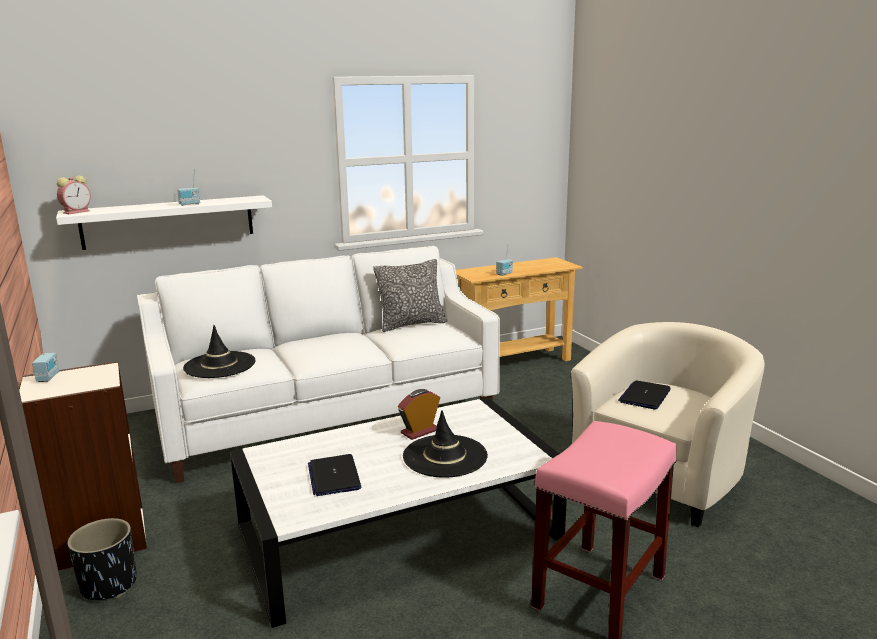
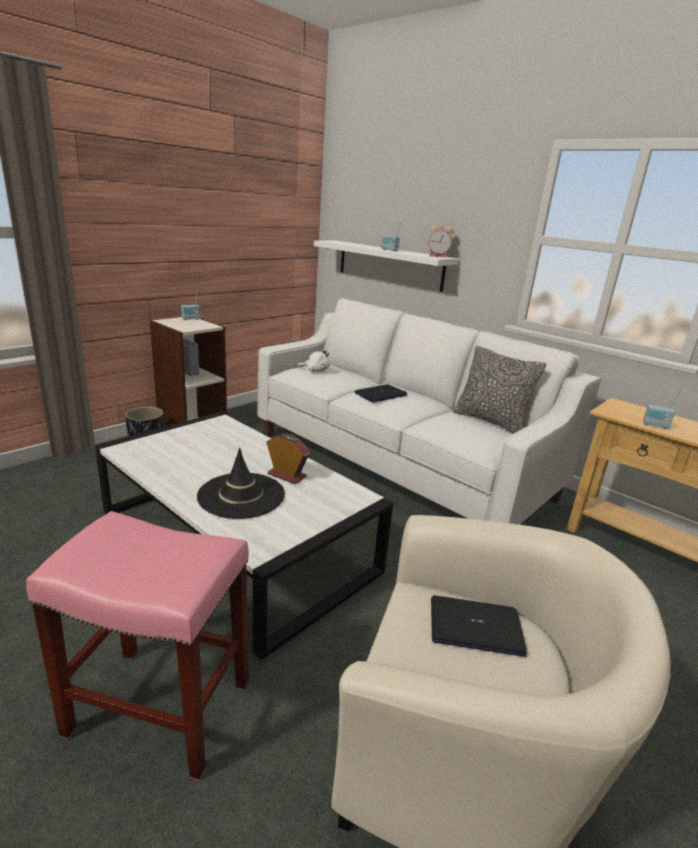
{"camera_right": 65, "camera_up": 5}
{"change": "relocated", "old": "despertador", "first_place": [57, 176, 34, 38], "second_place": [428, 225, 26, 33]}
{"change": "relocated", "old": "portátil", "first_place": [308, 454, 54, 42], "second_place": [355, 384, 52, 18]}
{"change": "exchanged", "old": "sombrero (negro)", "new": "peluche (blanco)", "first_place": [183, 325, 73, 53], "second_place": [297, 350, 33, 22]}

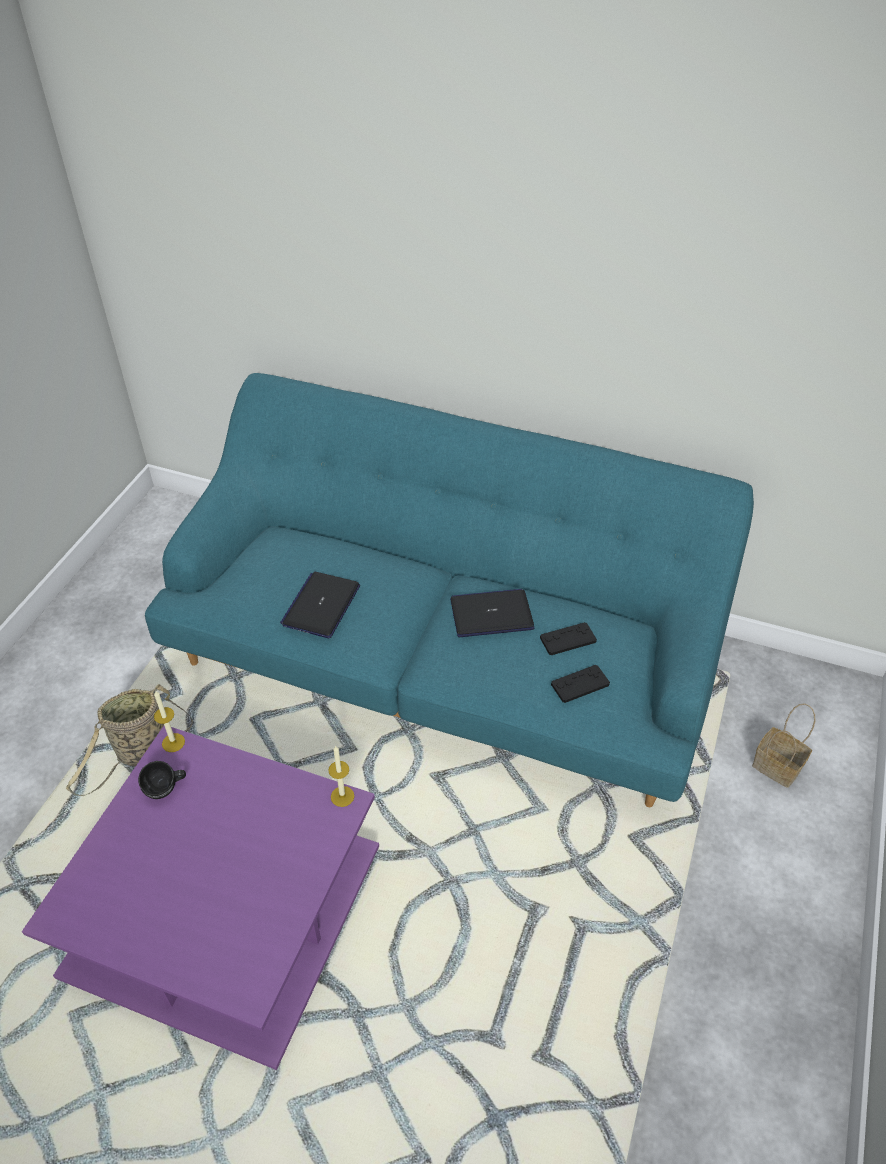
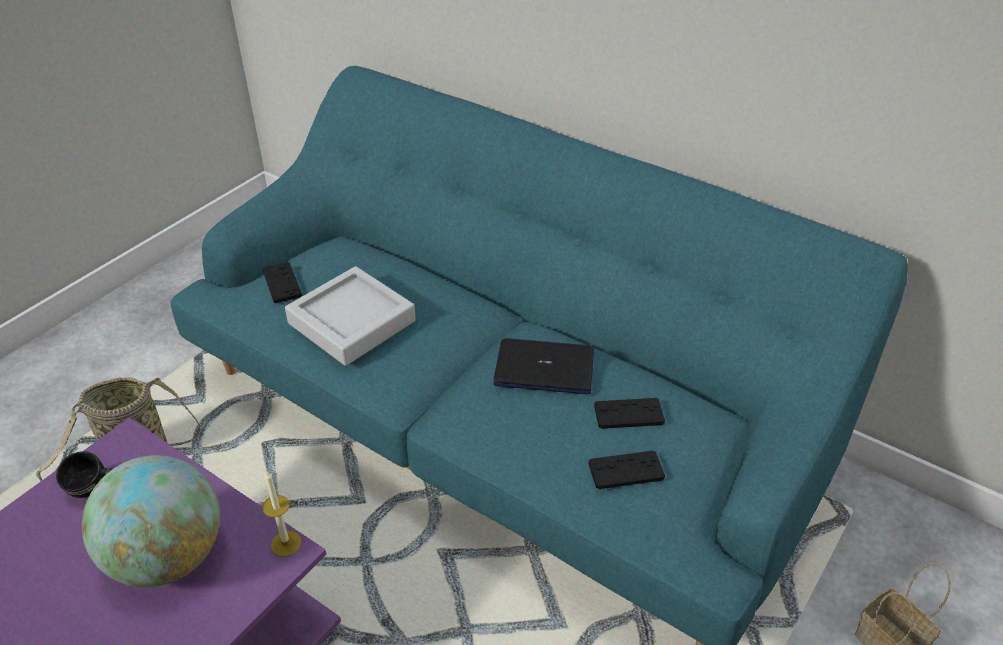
{"camera_right": 15, "camera_up": -5}
{"change": "missing", "old": "vela", "first_place": [154, 690, 31, 62]}
{"change": "appeared", "new": "globo terráqueo", "second_place": [82, 455, 138, 132]}
{"change": "appeared", "new": "mando de consola (negro)", "second_place": [263, 262, 39, 41]}
{"change": "exchanged", "old": "portátil", "new": "bandeja (gris)", "first_place": [280, 572, 80, 66], "second_place": [285, 266, 131, 100]}

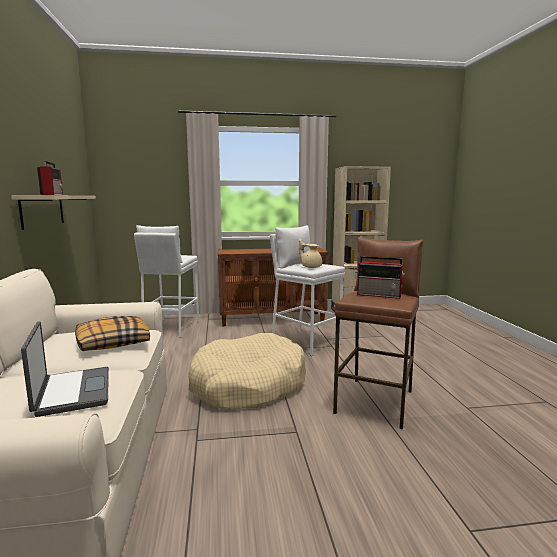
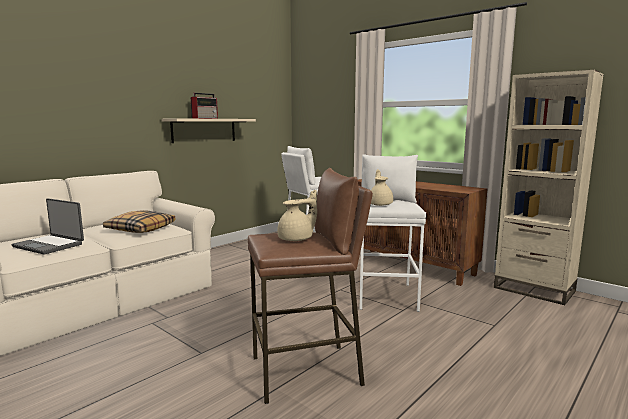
{"camera_right": 50, "camera_up": 0}
{"change": "missing", "old": "cama para perro (beis)", "first_place": [189, 333, 117, 77]}
{"change": "exchanged", "old": "radio", "new": "tetera (beis)", "first_place": [357, 256, 48, 43], "second_place": [277, 190, 40, 51]}
{"change": "spun", "old": "portátil", "first_place": [21, 321, 88, 96], "second_place": [11, 198, 73, 56], "degrees": 90}

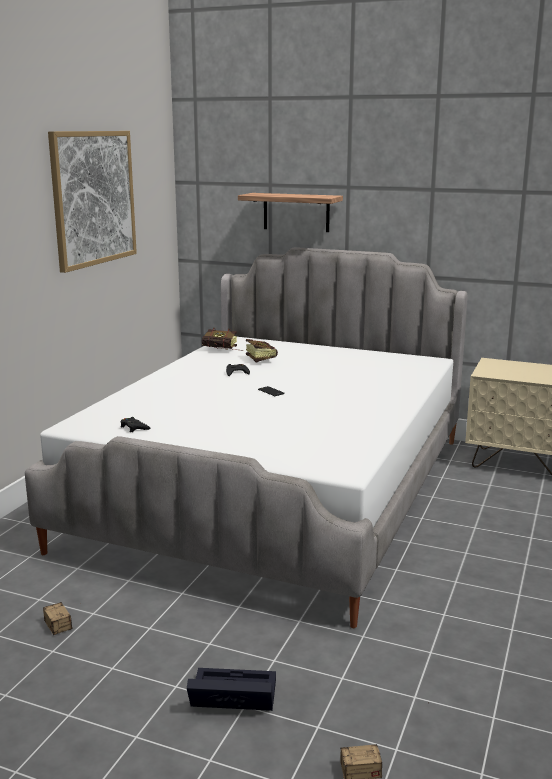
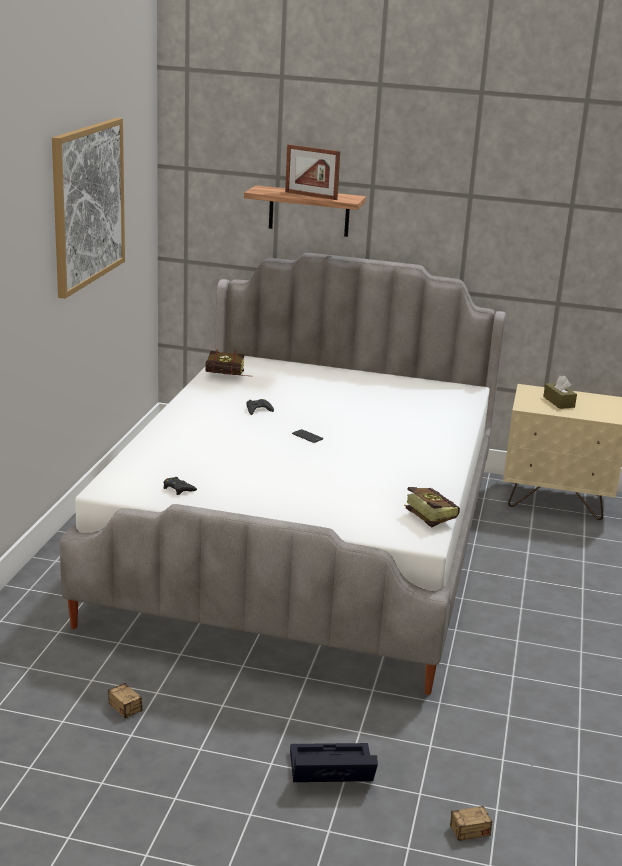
{"camera_right": -10, "camera_up": 5}
{"change": "appeared", "new": "portarretratos", "second_place": [285, 144, 55, 56]}
{"change": "appeared", "new": "caja de pañuelos (marrón)", "second_place": [543, 376, 34, 33]}
{"change": "relocated", "old": "libro", "first_place": [246, 339, 32, 24], "second_place": [405, 487, 55, 41]}

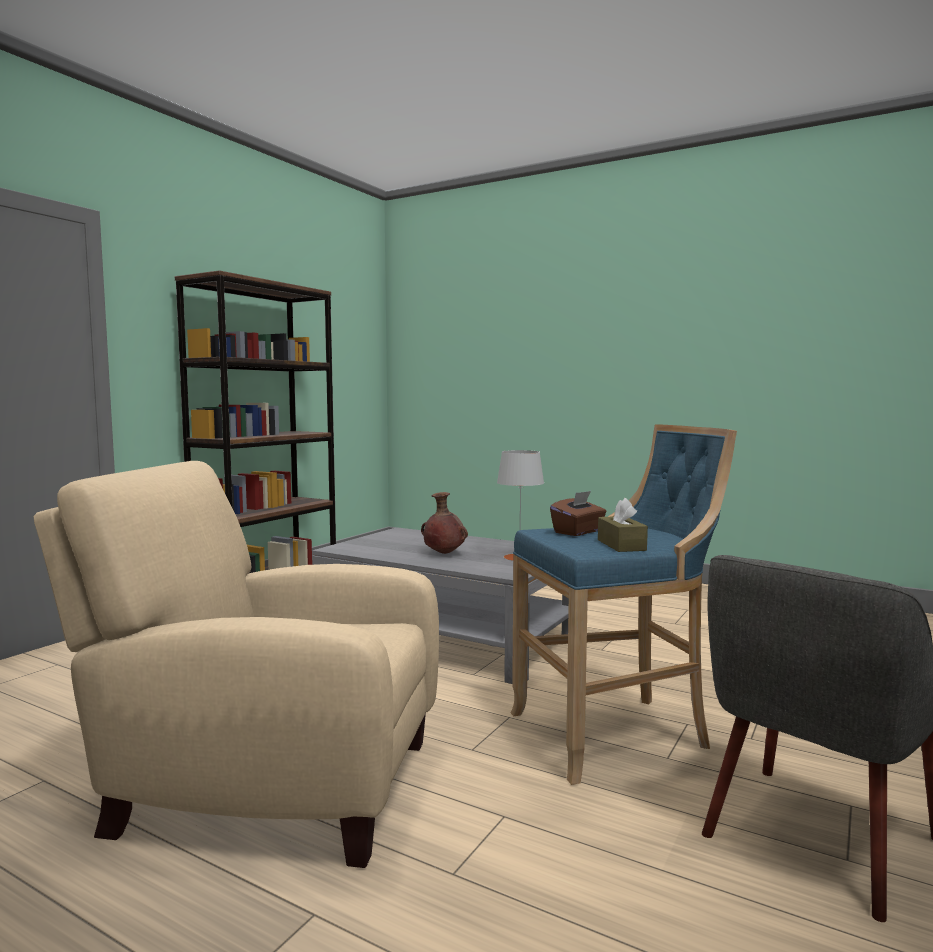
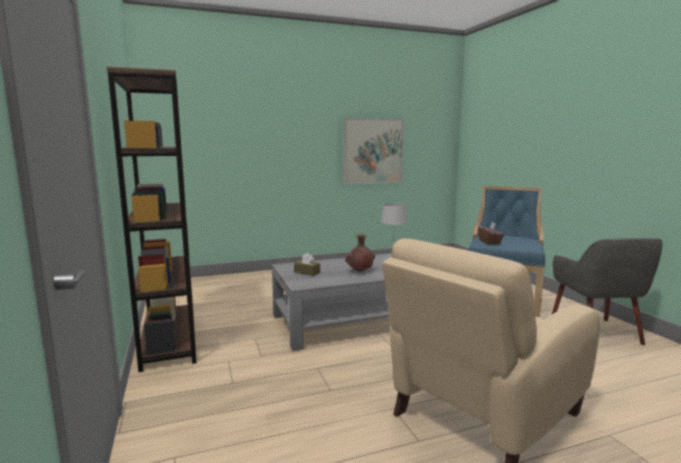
{"camera_right": -50, "camera_up": 5}
{"change": "appeared", "new": "cuadro", "second_place": [343, 118, 61, 66]}
{"change": "relocated", "old": "caja de pañuelos (marrón)", "first_place": [598, 498, 50, 54], "second_place": [294, 253, 26, 23]}

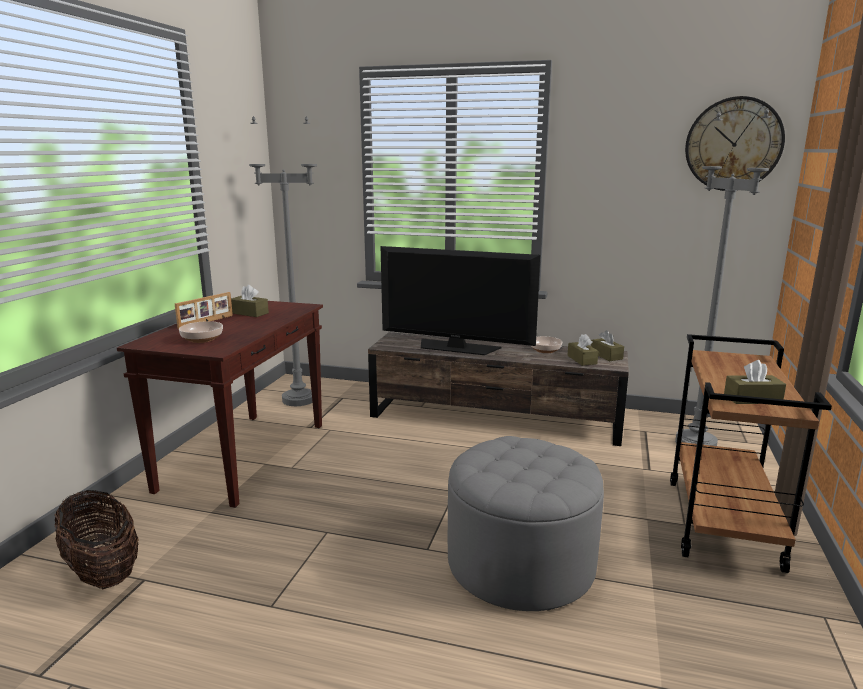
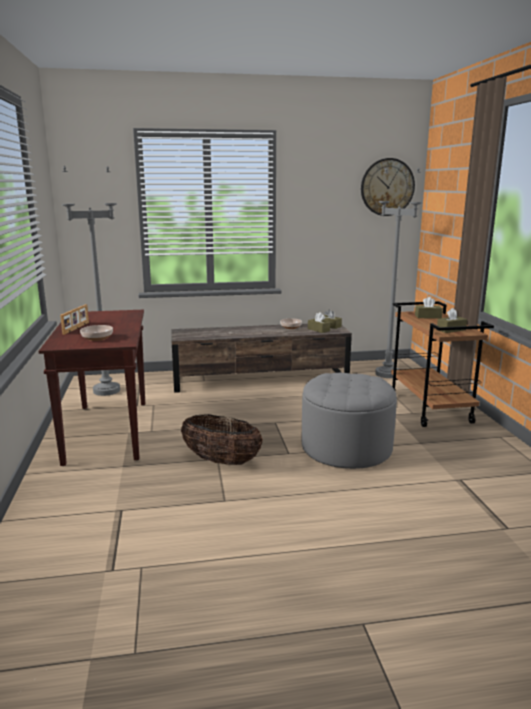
{"camera_right": -25, "camera_up": 0}
{"change": "missing", "old": "televisor", "first_place": [381, 246, 160, 109]}
{"change": "relocated", "old": "cesta", "first_place": [54, 490, 85, 99], "second_place": [181, 414, 82, 51]}
{"change": "relocated", "old": "caja de pañuelos (marrón)", "first_place": [231, 285, 38, 32], "second_place": [415, 297, 28, 21]}

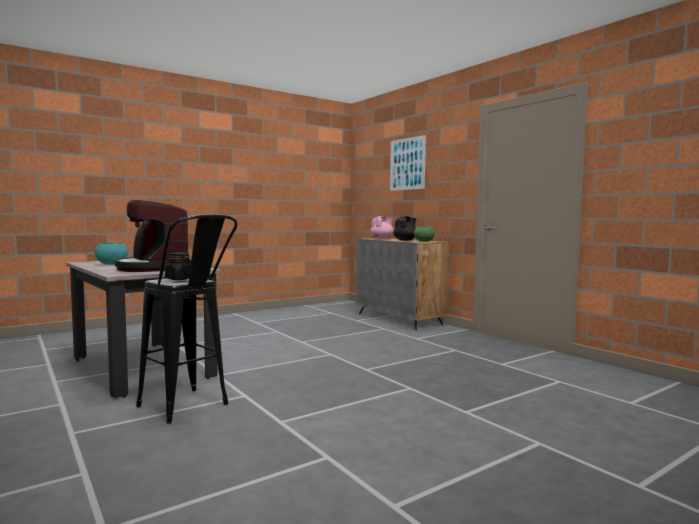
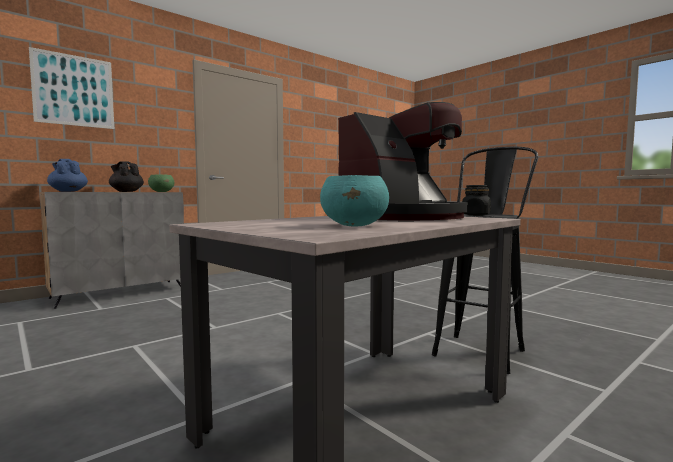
{"camera_right": -95, "camera_up": 0}
{"change": "colour", "old": "tetera (rosa)", "new": "tetera (azul)", "first_place": [370, 216, 24, 23], "second_place": [47, 159, 41, 33]}

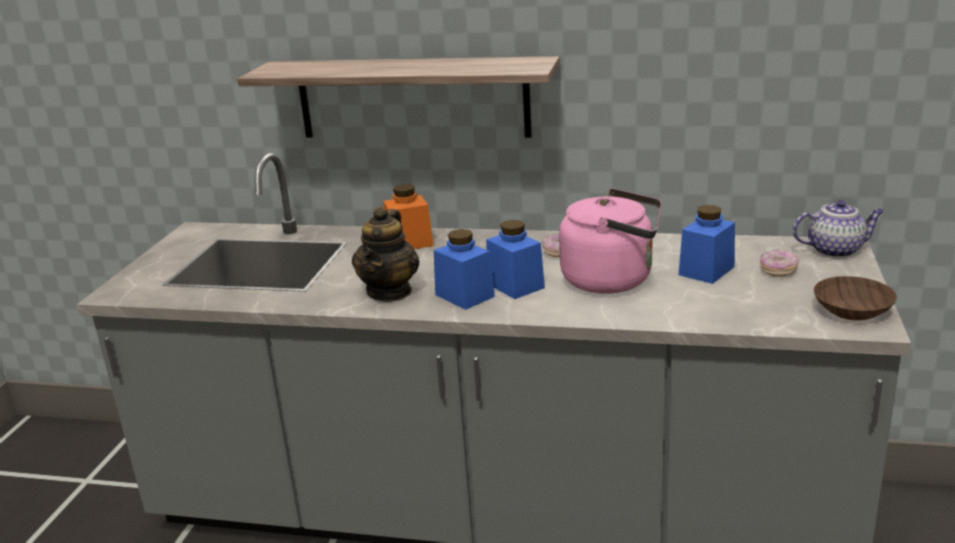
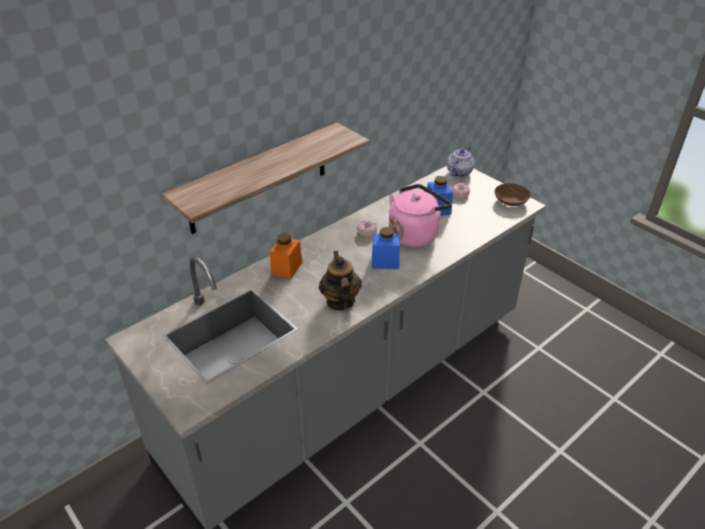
{"camera_right": -55, "camera_up": 15}
{"change": "missing", "old": "tarro (azul)", "first_place": [434, 229, 61, 81]}
{"change": "spun", "old": "tetera", "first_place": [352, 206, 68, 96], "second_place": [319, 251, 43, 60], "degrees": -150}

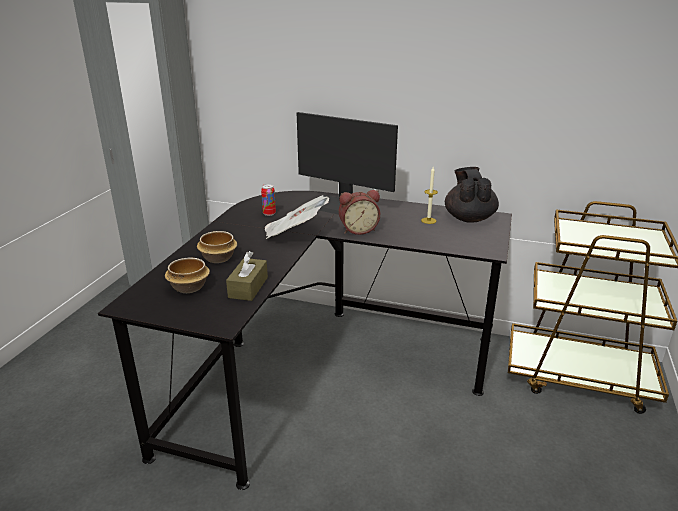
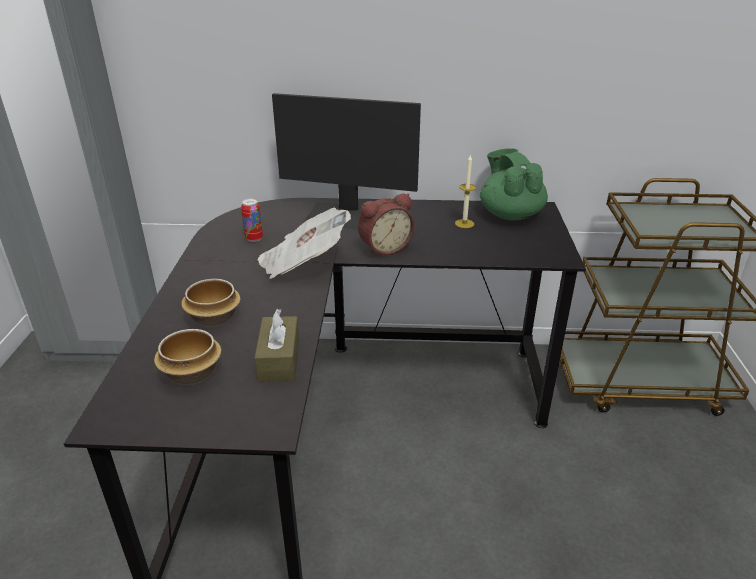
{"camera_right": -15, "camera_up": 5}
{"change": "colour", "old": "tetera (negro)", "new": "tetera (verde)", "first_place": [445, 167, 54, 56], "second_place": [480, 148, 68, 72]}

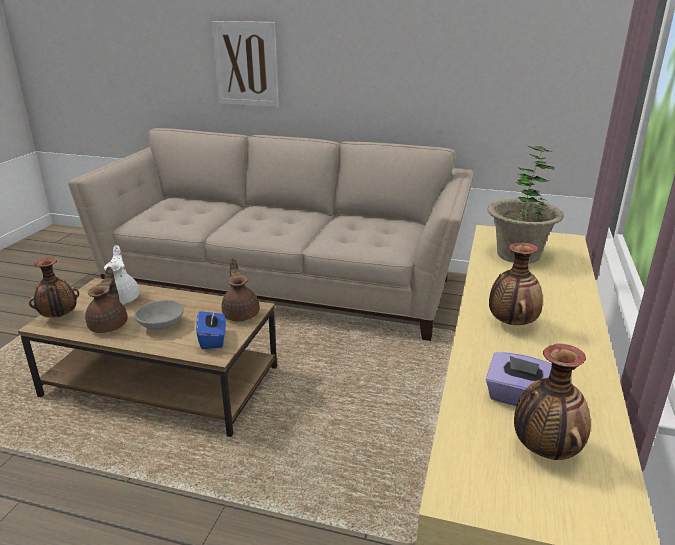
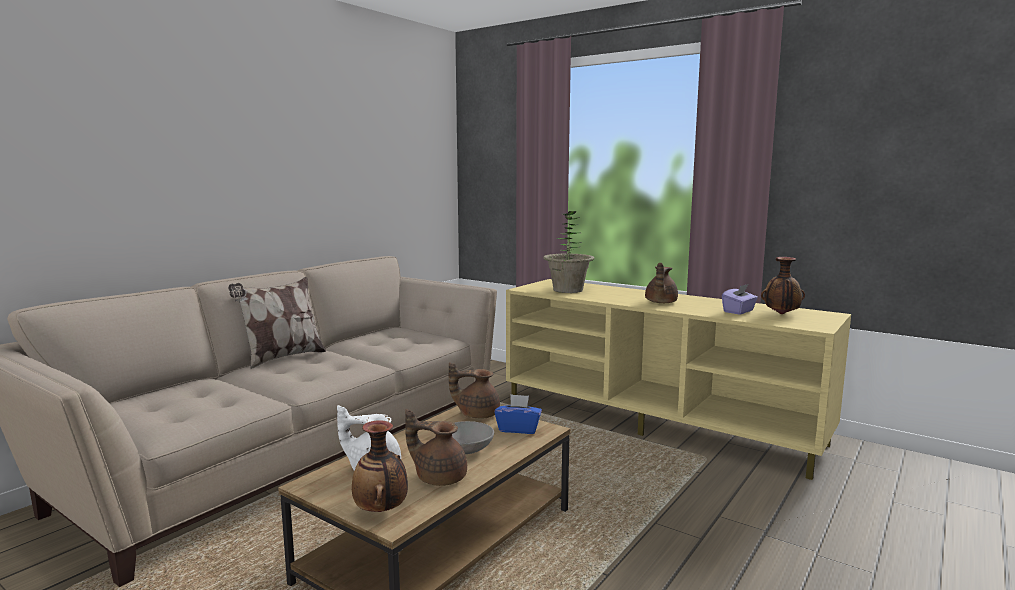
{"camera_right": -70, "camera_up": -15}
{"change": "missing", "old": "cuadro", "first_place": [211, 21, 68, 86]}
{"change": "appeared", "new": "cojín", "second_place": [228, 277, 98, 92]}
{"change": "exchanged", "old": "florero", "new": "tetera (marrón)", "first_place": [489, 243, 54, 82], "second_place": [645, 263, 33, 40]}

